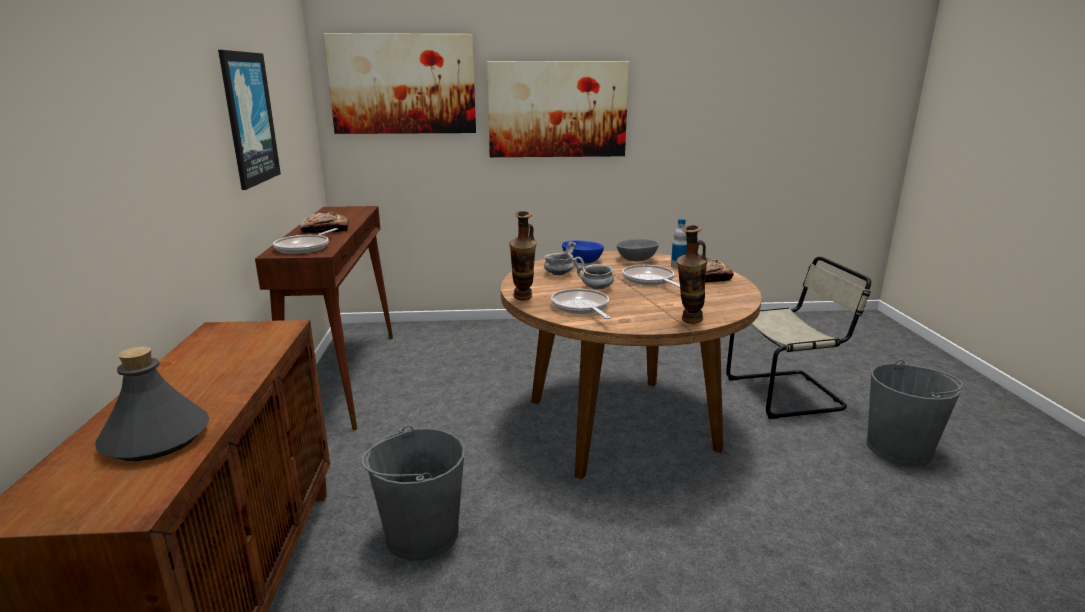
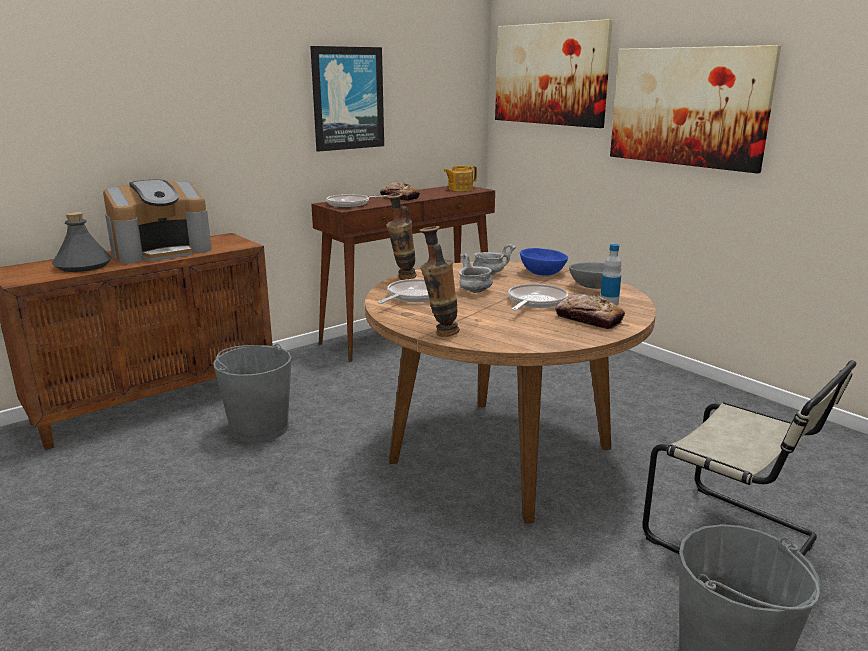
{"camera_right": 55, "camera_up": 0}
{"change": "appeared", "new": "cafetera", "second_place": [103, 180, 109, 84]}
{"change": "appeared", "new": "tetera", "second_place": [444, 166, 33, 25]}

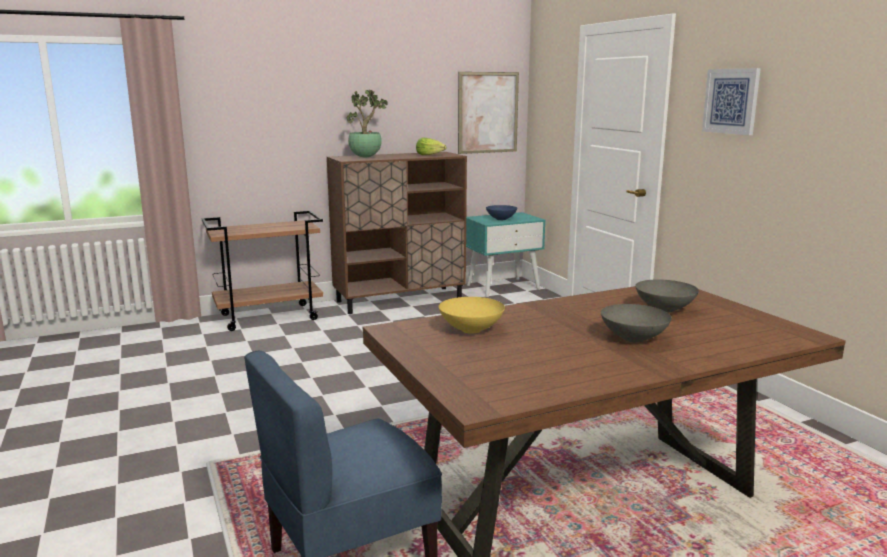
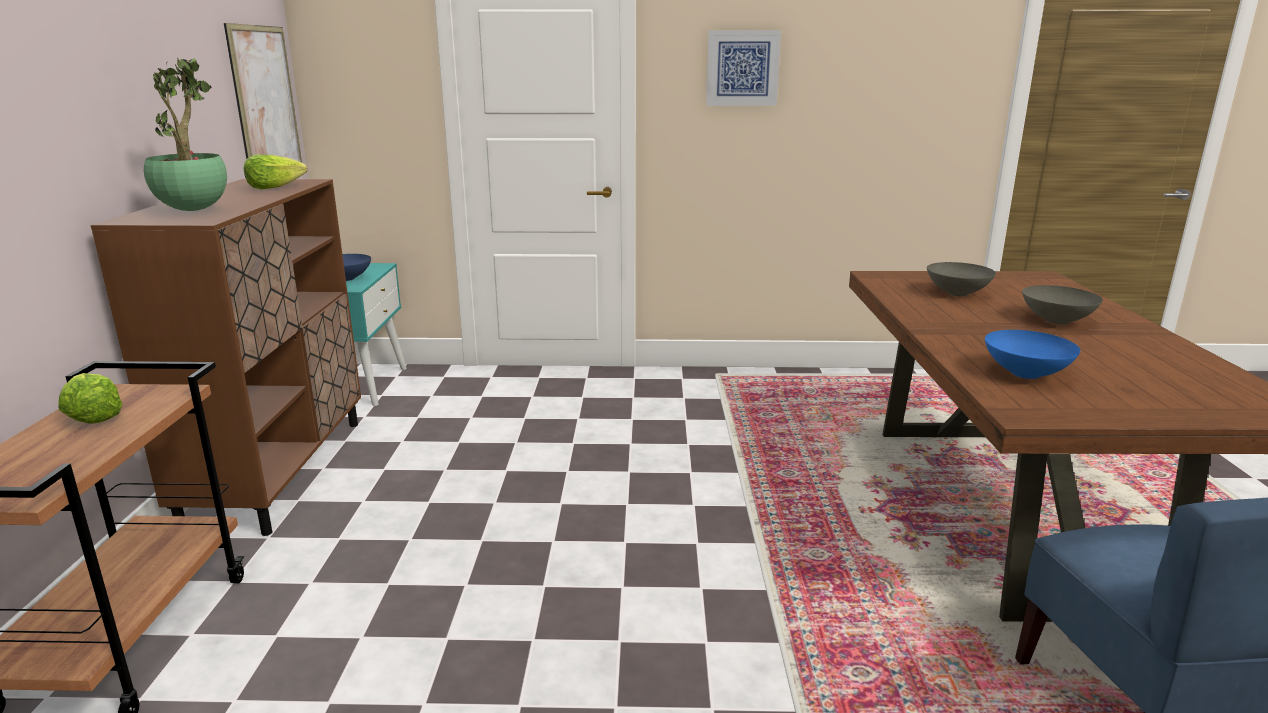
{"camera_right": -65, "camera_up": 5}
{"change": "appeared", "new": "lechuga", "second_place": [58, 373, 65, 51]}
{"change": "colour", "old": "cuenco (amarillo)", "new": "cuenco (azul)", "first_place": [439, 297, 66, 37], "second_place": [985, 330, 95, 49]}

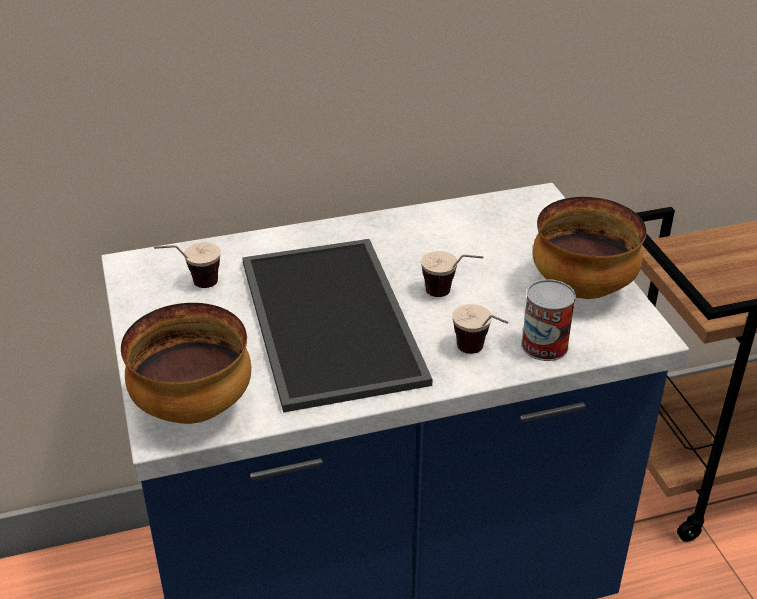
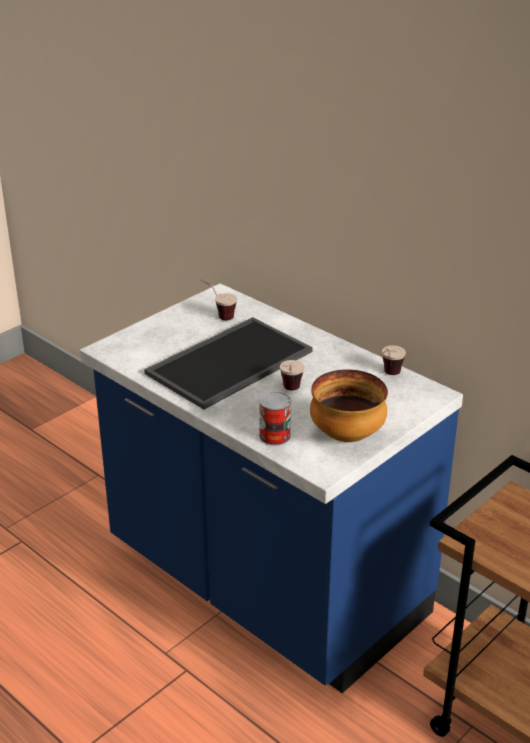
{"camera_right": 60, "camera_up": -5}
{"change": "missing", "old": "cuenco", "first_place": [121, 303, 130, 121]}
{"change": "relocated", "old": "taza", "first_place": [452, 304, 56, 50], "second_place": [382, 345, 24, 30]}

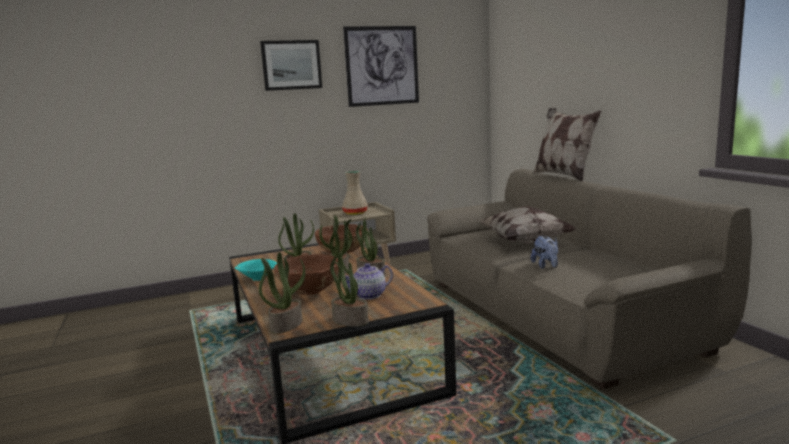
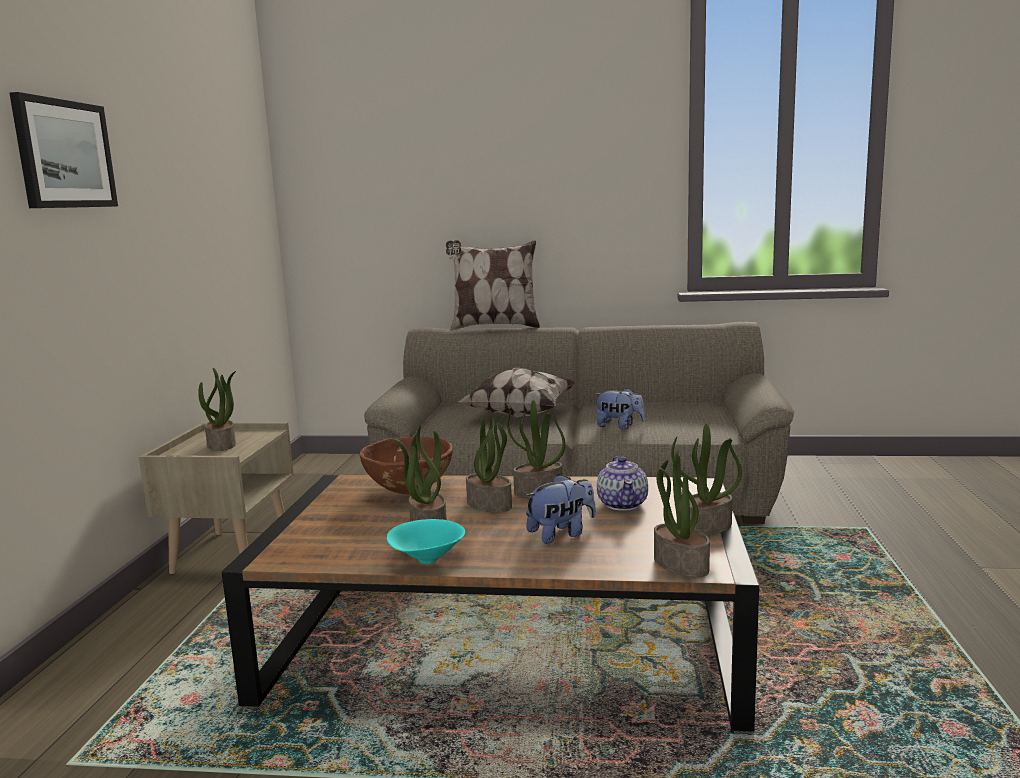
{"camera_right": -60, "camera_up": 0}
{"change": "missing", "old": "cuadro", "first_place": [343, 26, 76, 81]}
{"change": "exchanged", "old": "cuenco (marrón)", "new": "peluche", "first_place": [275, 254, 64, 41], "second_place": [525, 474, 71, 70]}
{"change": "exchanged", "old": "florero (beis)", "new": "planta en maceta", "first_place": [342, 171, 26, 44], "second_place": [198, 368, 38, 83]}

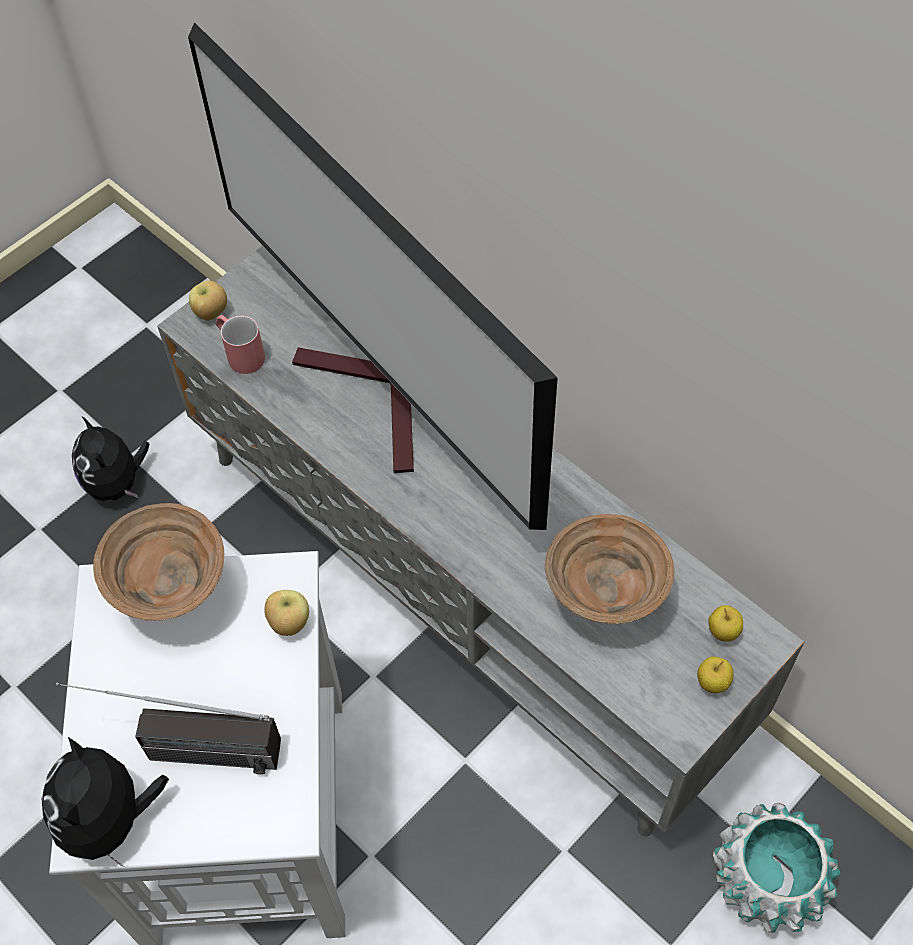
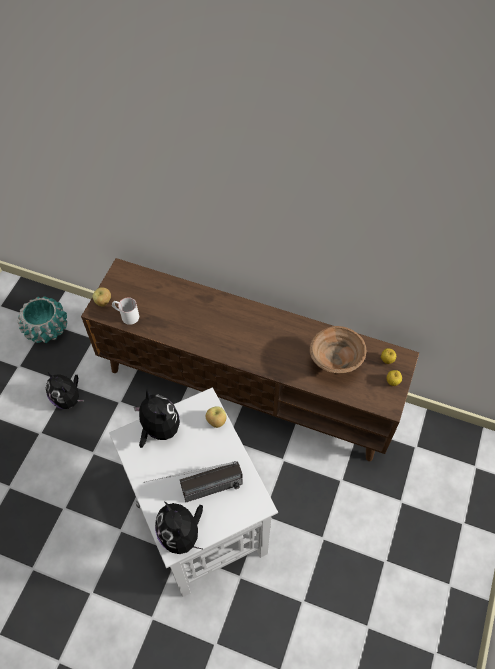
{"camera_right": -25, "camera_up": 0}
{"change": "missing", "old": "televisor", "first_place": [188, 22, 370, 508]}
{"change": "relocated", "old": "maceta (turquesa)", "first_place": [713, 803, 127, 130], "second_place": [18, 297, 49, 46]}
{"change": "exchanged", "old": "cuenco (marrón)", "new": "peluche", "first_place": [93, 503, 131, 118], "second_place": [134, 391, 46, 57]}
{"change": "colour", "old": "mueble de televisión (gris)", "new": "mueble de televisión (marrón)", "first_place": [157, 246, 648, 591], "second_place": [81, 258, 338, 203]}
{"change": "colour", "old": "taza grande (rojo)", "new": "taza grande (blanco)", "first_place": [215, 315, 50, 59], "second_place": [112, 298, 27, 27]}

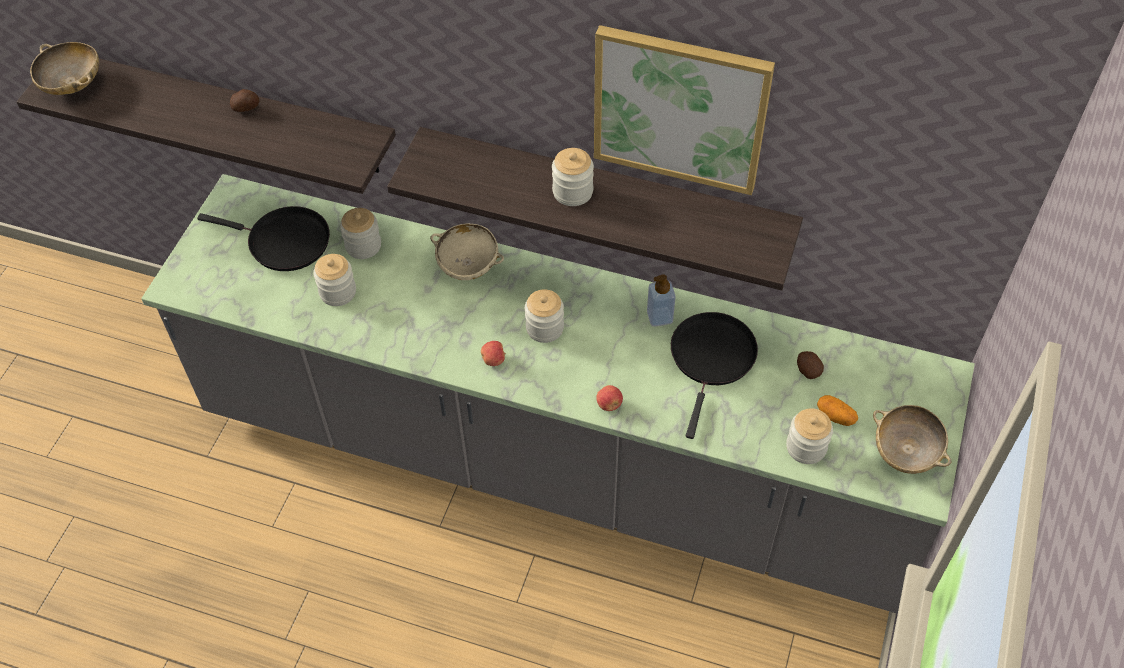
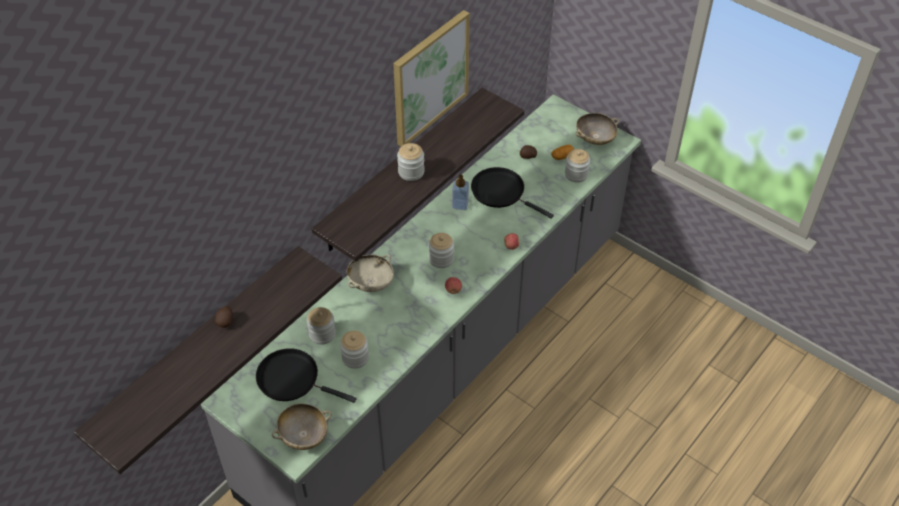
{"camera_right": -70, "camera_up": -5}
{"change": "relocated", "old": "cuenco (beis)", "first_place": [30, 42, 69, 53], "second_place": [272, 403, 59, 47]}
{"change": "spun", "old": "sartén (negro)", "first_place": [197, 206, 133, 65], "second_place": [256, 348, 100, 55], "degrees": -105}

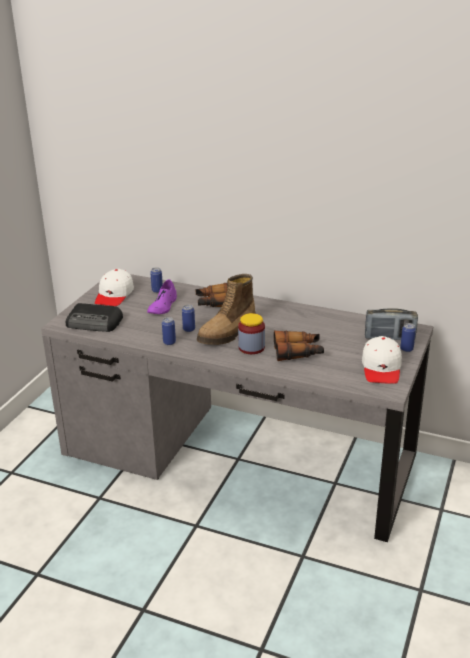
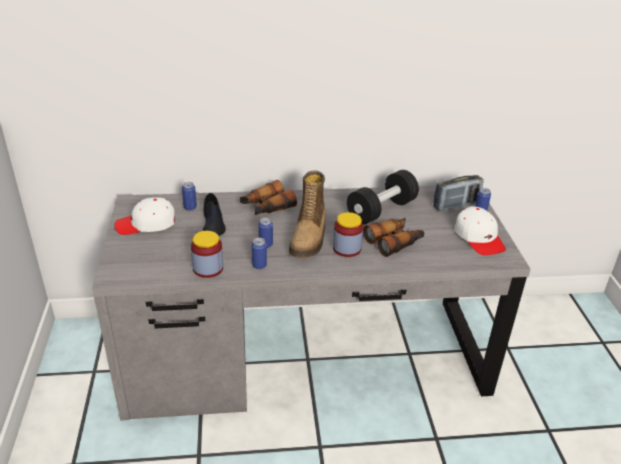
{"camera_right": -30, "camera_up": 5}
{"change": "missing", "old": "radio", "first_place": [66, 303, 57, 29]}
{"change": "appeared", "new": "tarro", "second_place": [191, 231, 32, 47]}
{"change": "appeared", "new": "mancuerna (negro)", "second_place": [347, 170, 72, 55]}
{"change": "colour", "old": "zapato (morado)", "new": "zapato (negro)", "first_place": [147, 279, 30, 35], "second_place": [203, 193, 23, 43]}
{"change": "spun", "old": "gorra (blanco)", "first_place": [95, 269, 39, 37], "second_place": [114, 197, 61, 38], "degrees": 90}

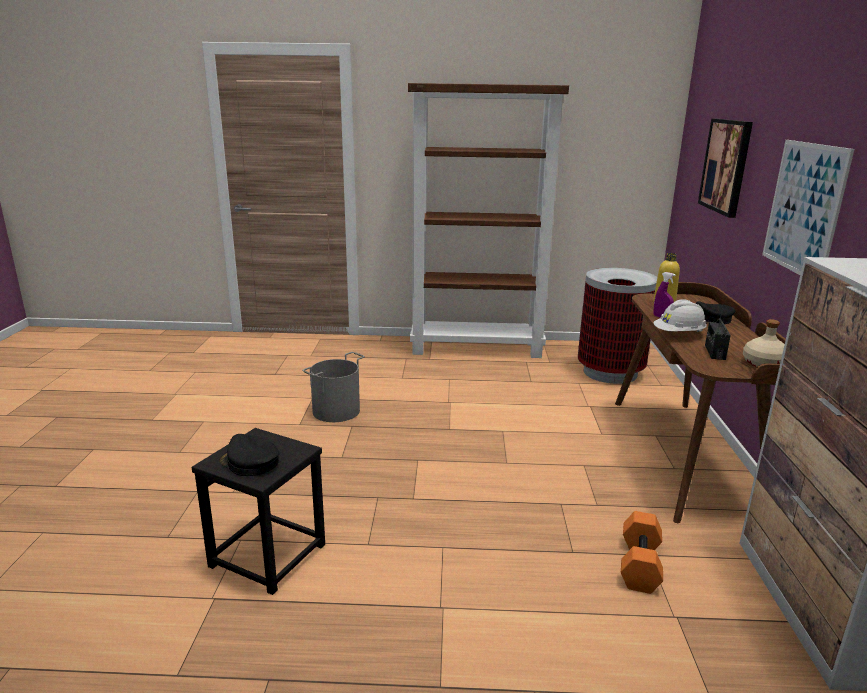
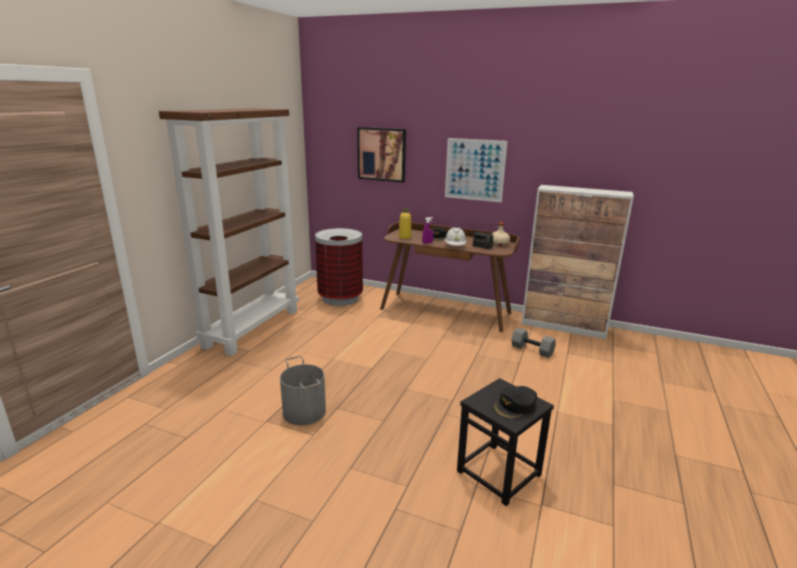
{"camera_right": -70, "camera_up": 0}
{"change": "colour", "old": "mancuerna (naranja)", "new": "mancuerna (gris)", "first_place": [621, 511, 42, 83], "second_place": [511, 328, 45, 30]}

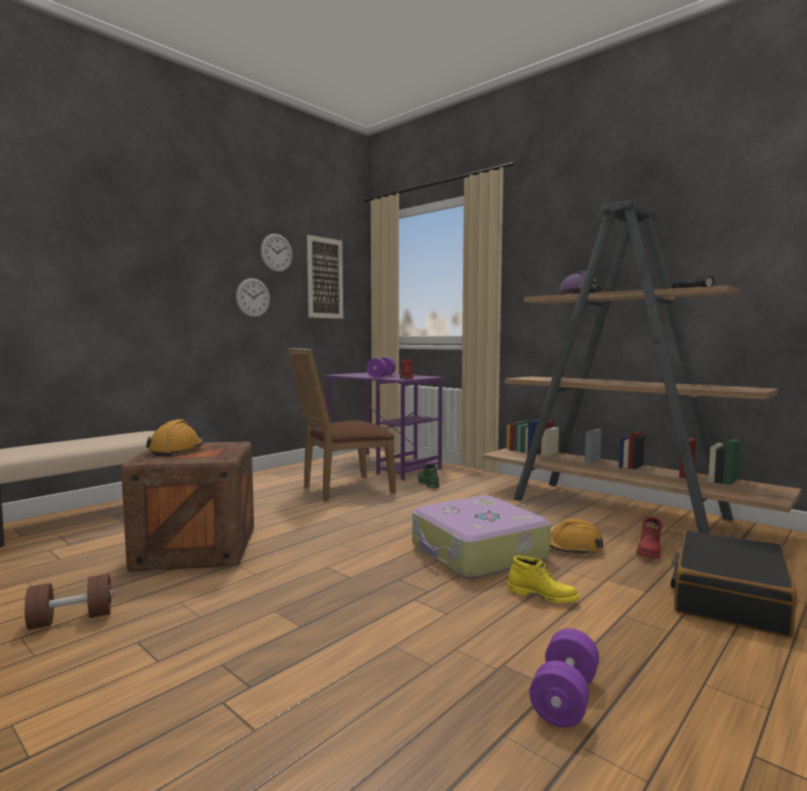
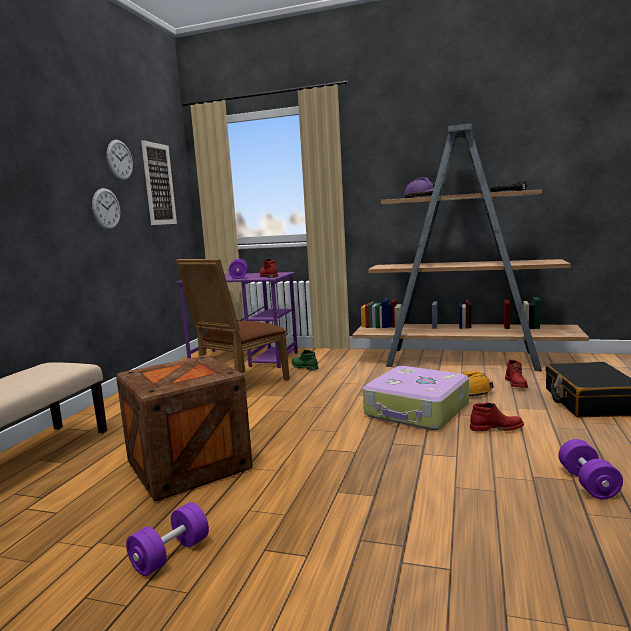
{"camera_right": -25, "camera_up": 5}
{"change": "missing", "old": "casco (naranja)", "first_place": [146, 419, 57, 37]}
{"change": "colour", "old": "mancuerna (marrón)", "new": "mancuerna (morado)", "first_place": [24, 574, 89, 56], "second_place": [126, 502, 83, 74]}
{"change": "colour", "old": "bota (amarillo)", "new": "bota (rojo)", "first_place": [508, 556, 71, 47], "second_place": [470, 403, 54, 29]}

